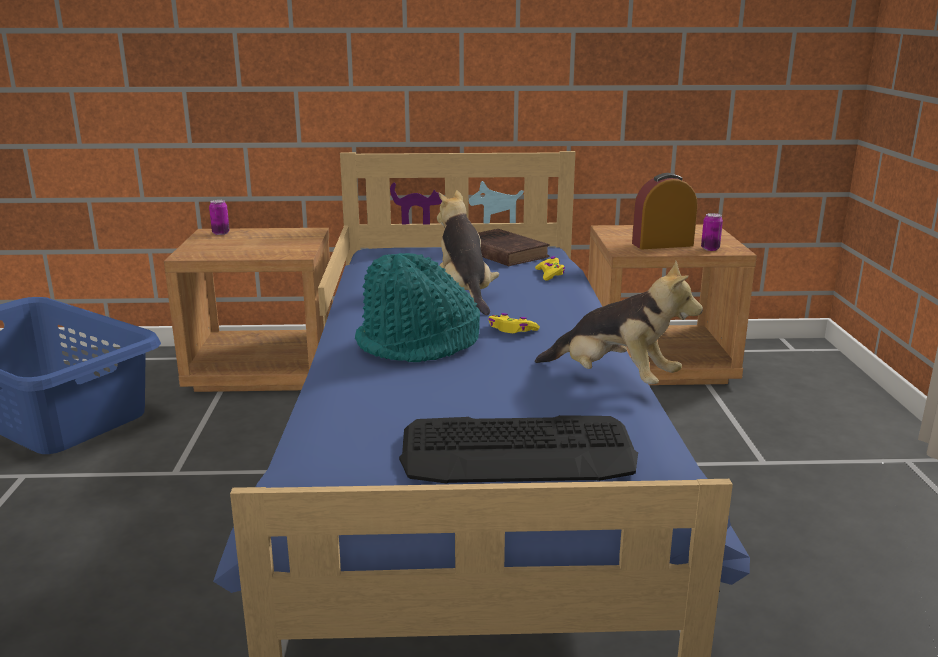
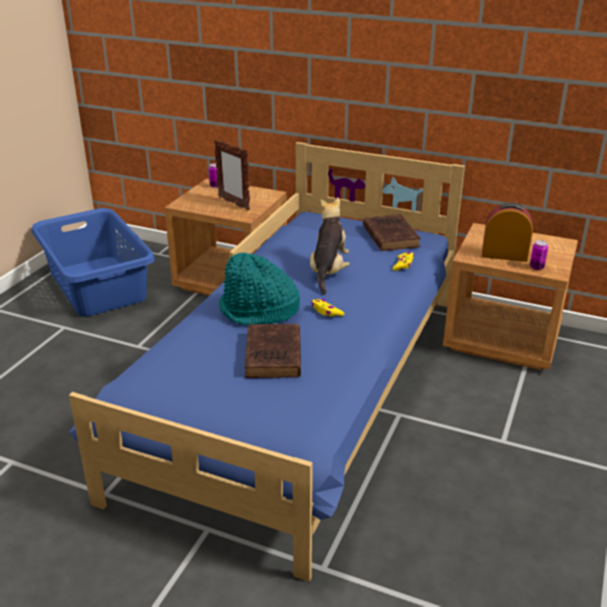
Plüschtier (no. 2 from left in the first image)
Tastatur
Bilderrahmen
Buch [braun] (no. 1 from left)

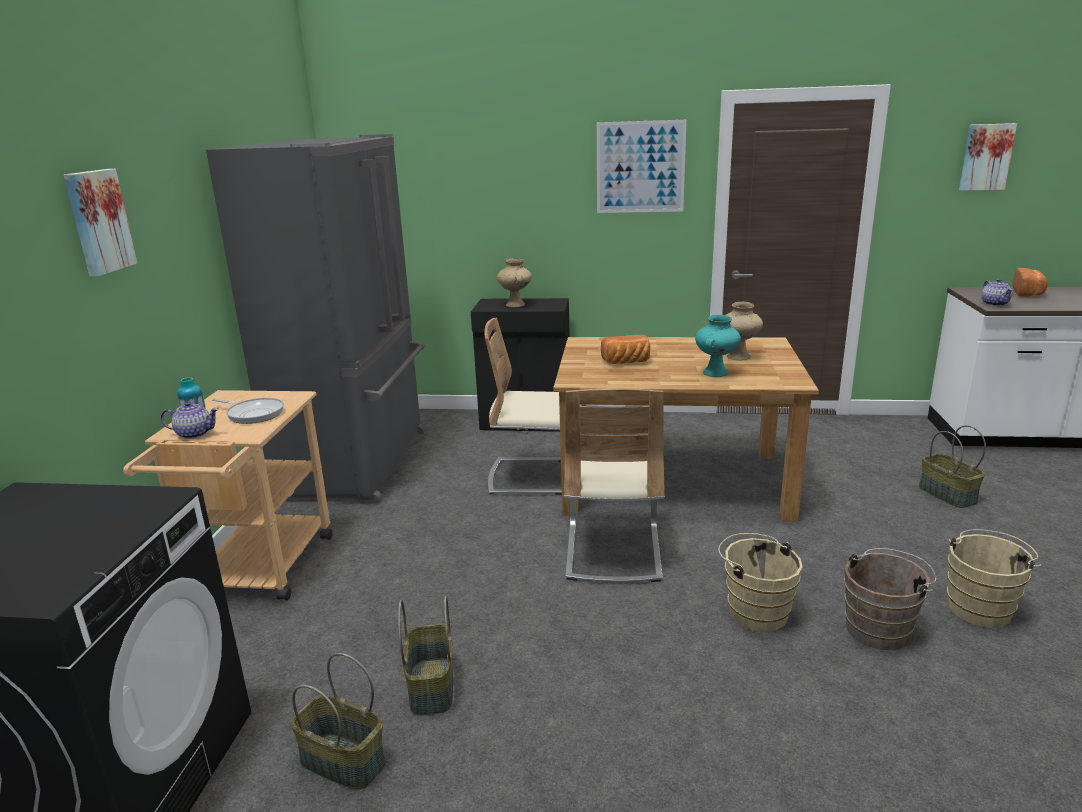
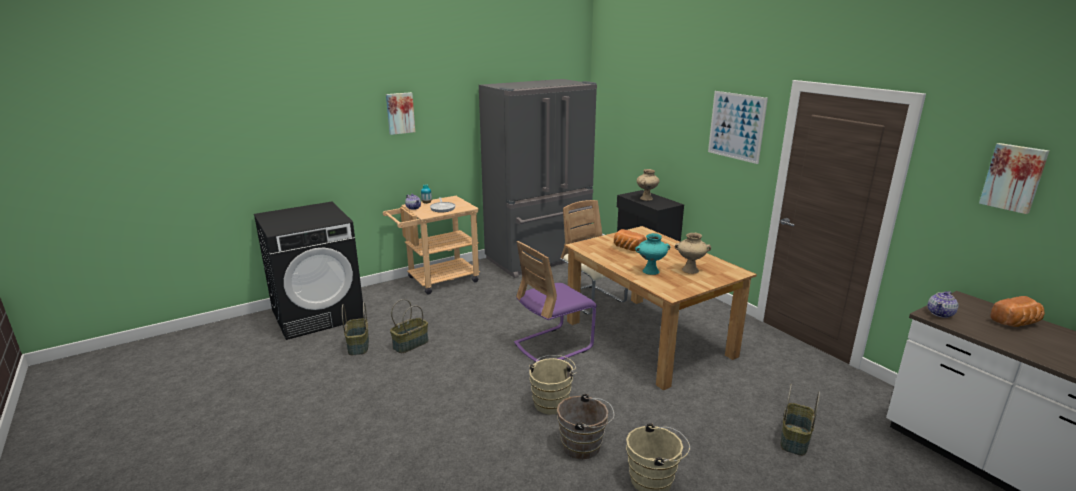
Stuhl [lila]

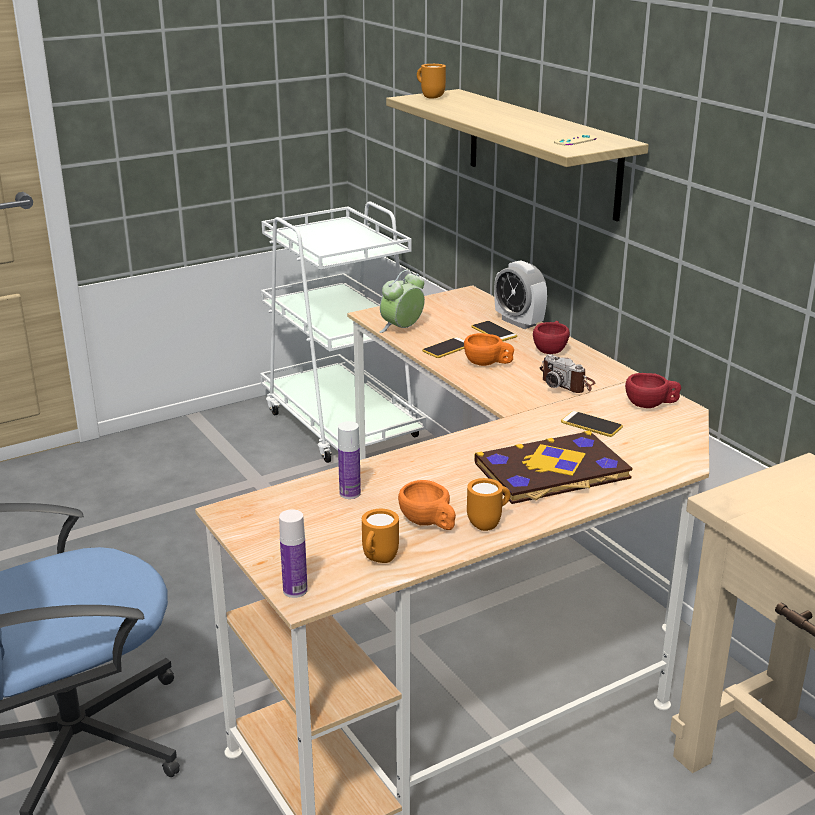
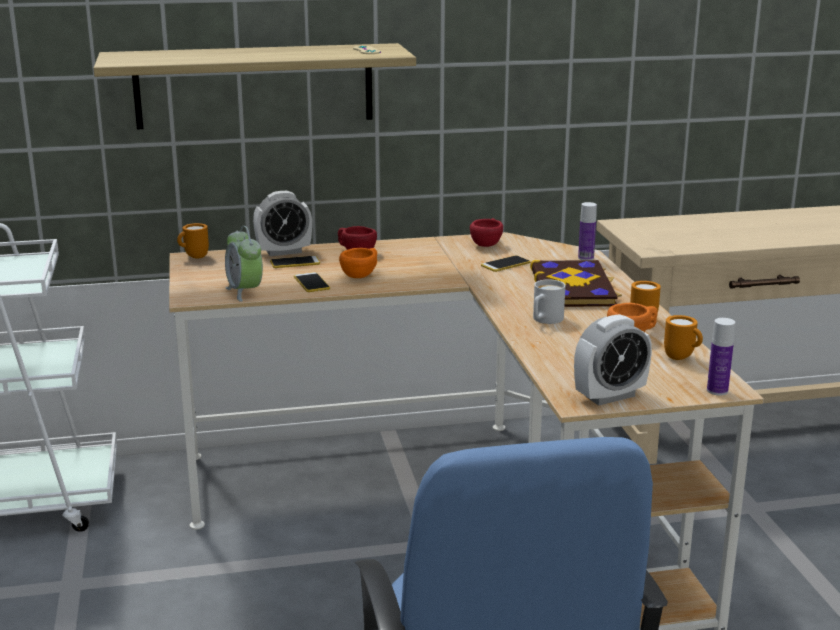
Henkelbecher [orange] (no. 1 from left)
Kamera
Flasche (no. 1 from left)
Henkelbecher [weiß]
Wecker (no. 3 from left)

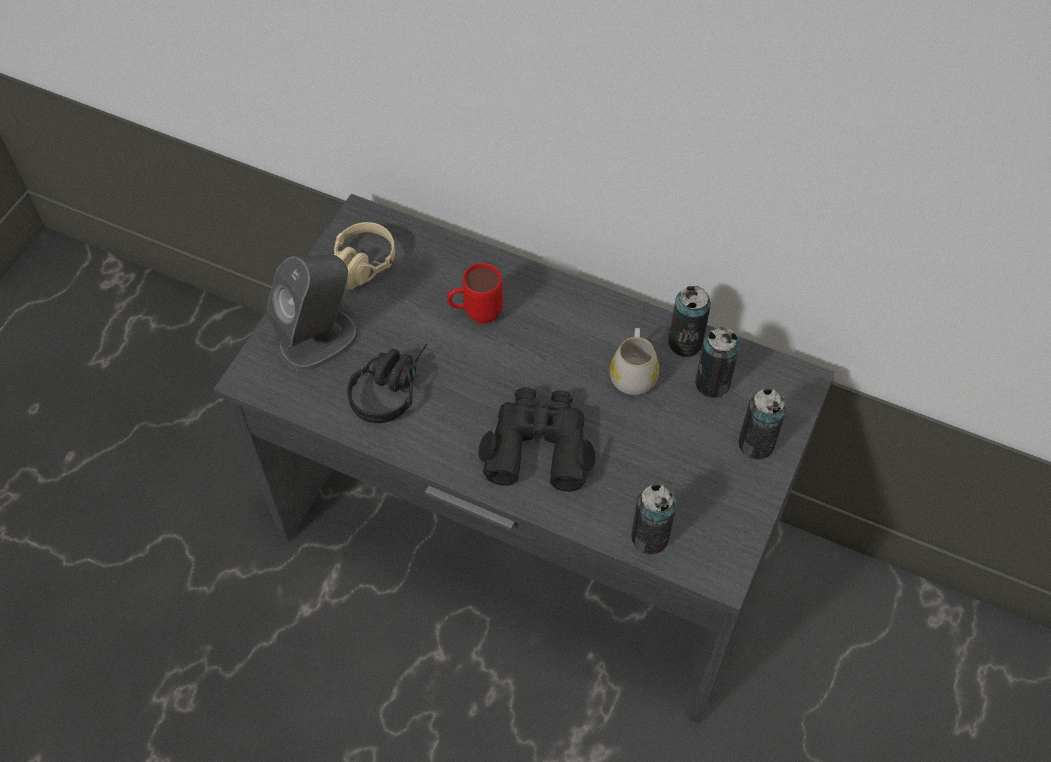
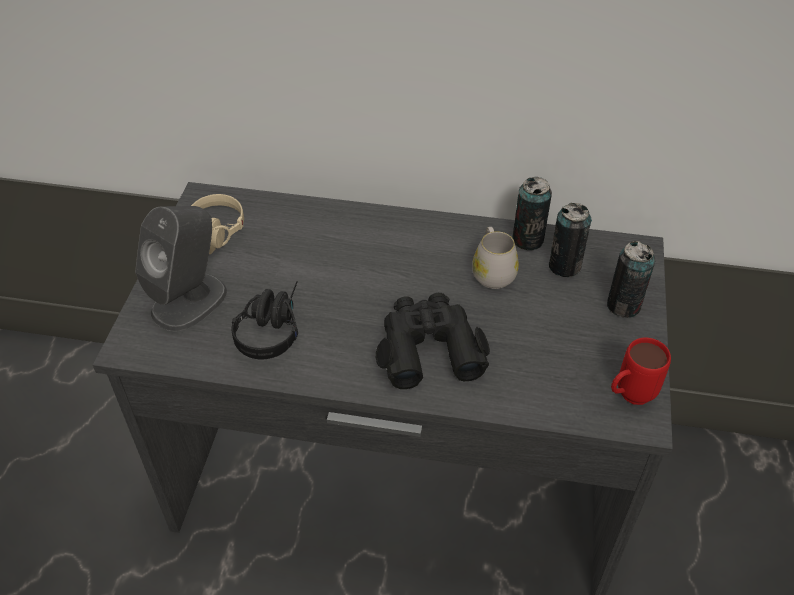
Henkelbecher [rot]
Dose (no. 1 from left in the first image)

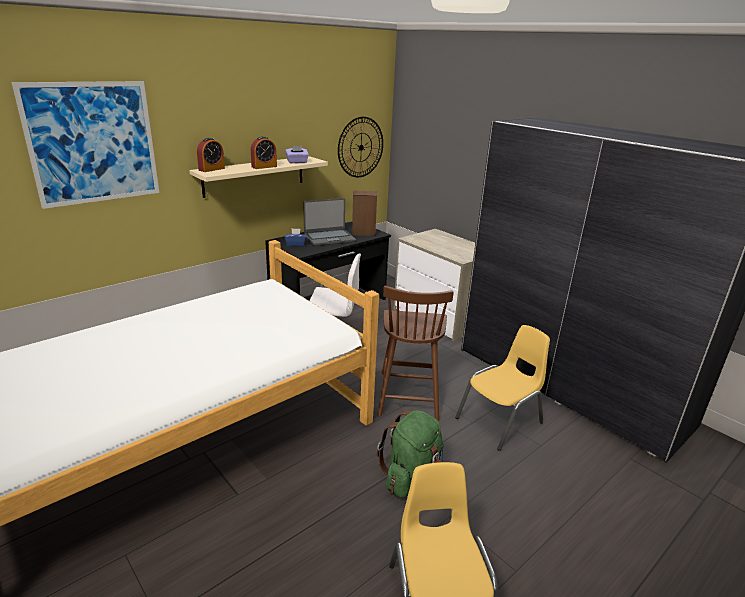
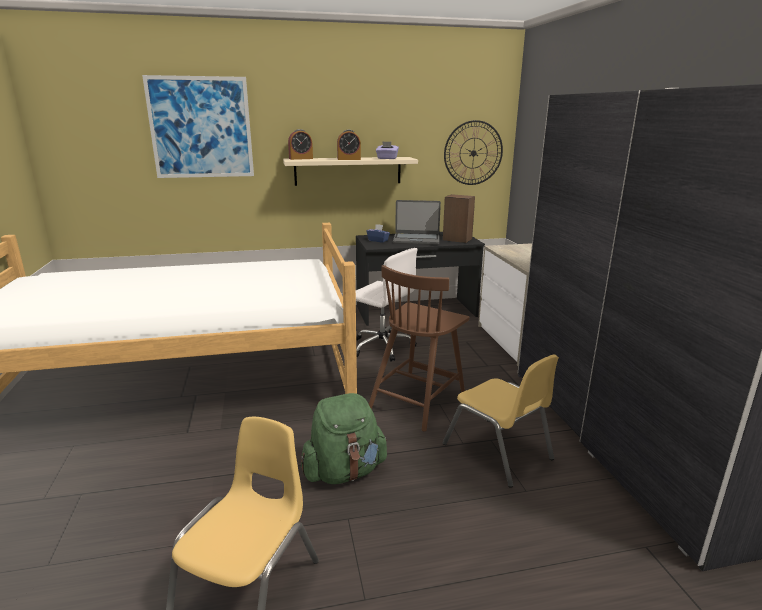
Stuhl [gelb] (no. 2 from left)

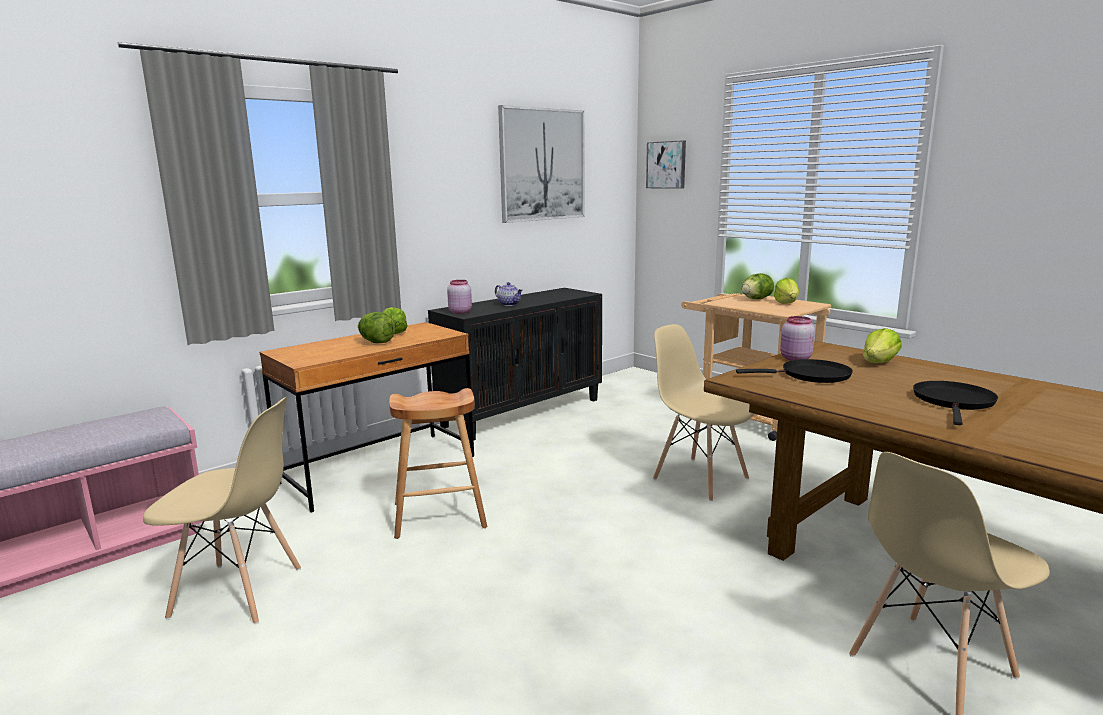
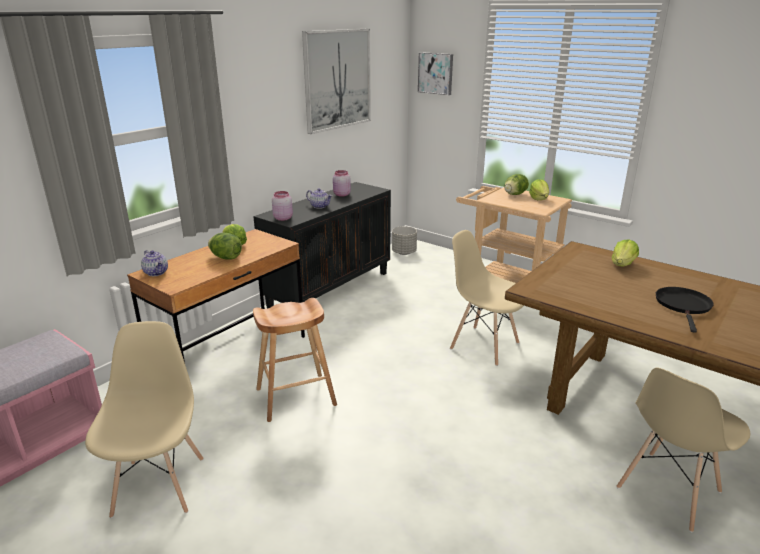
Vorratsglas [rosa] (no. 2 from left)
Pfanne [schwarz] (no. 1 from left in the first image)
Stuhl [beige] (no. 1 from left)
Pflanzkübel [grau]
Teekanne (no. 1 from left)

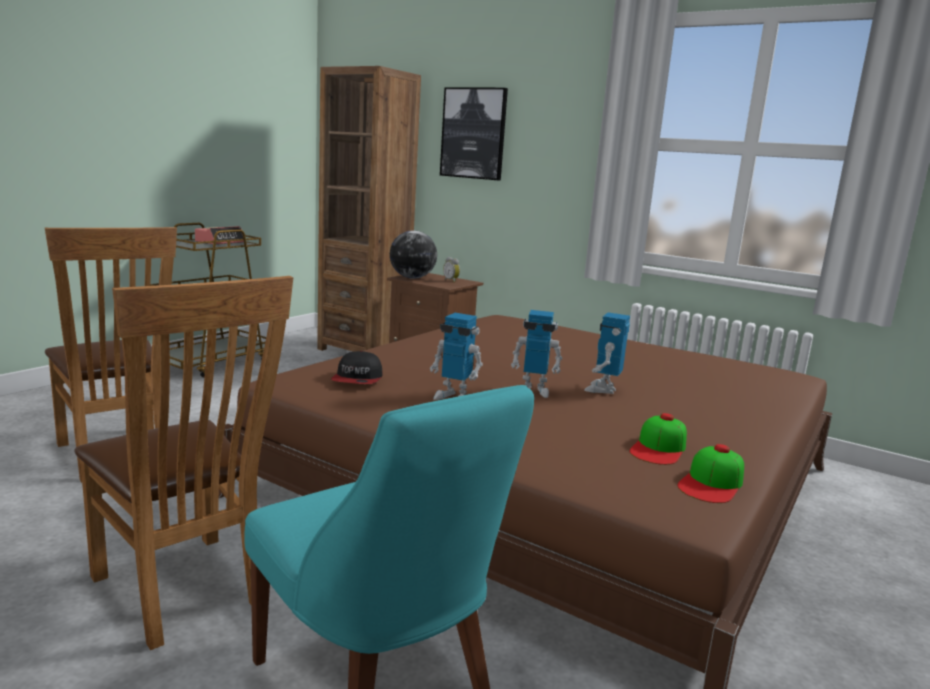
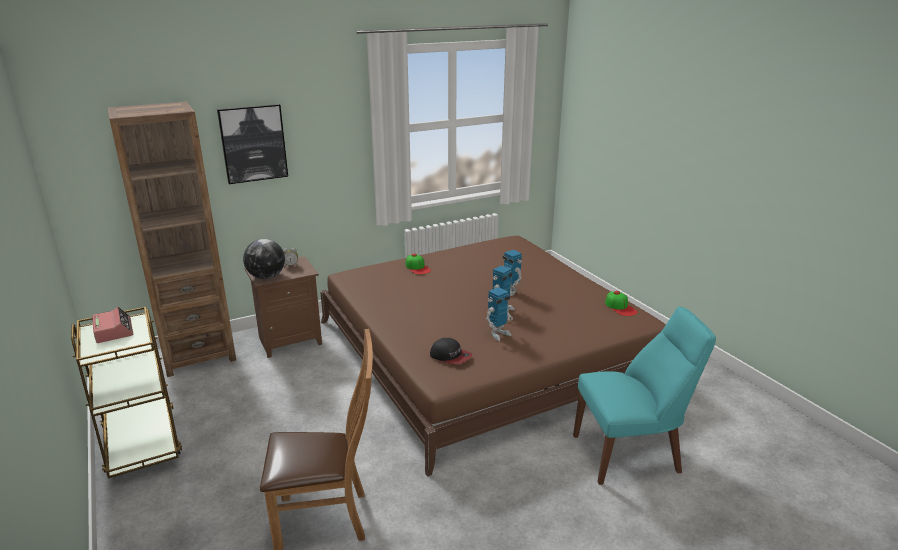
Stuhl [braun] (no. 2 from left in the first image)
Kappe (no. 1 from left)

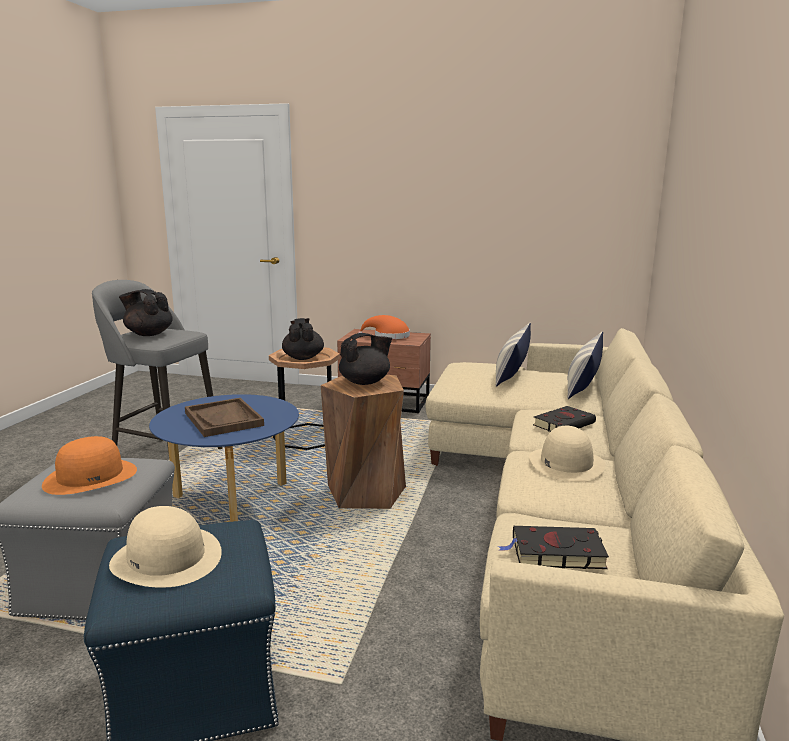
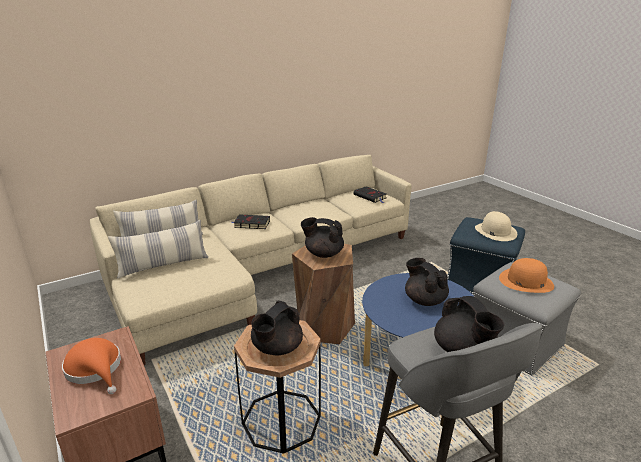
Teekanne [schwarz] (no. 3 from left)
Hut [beige] (no. 2 from left in the first image)

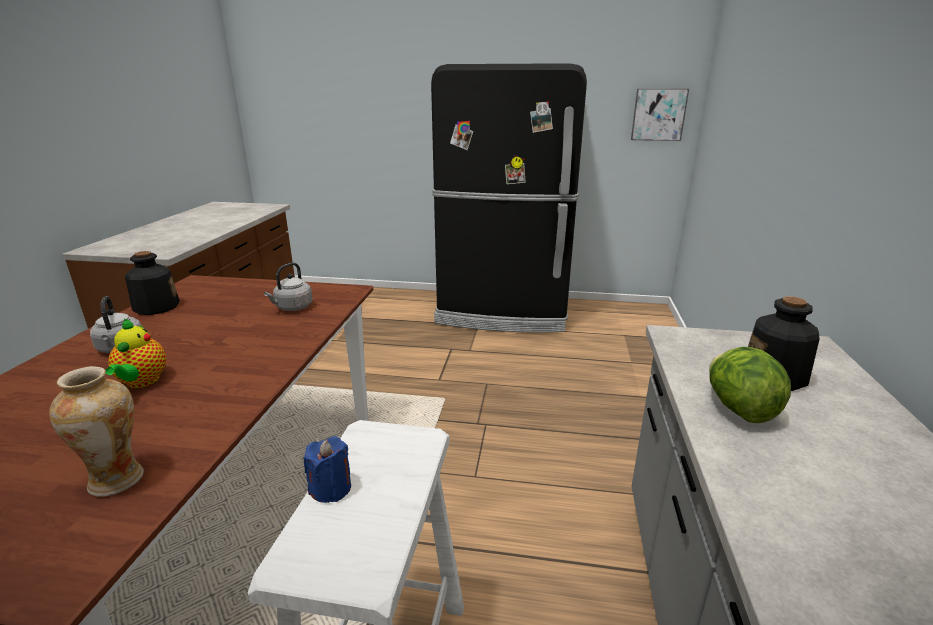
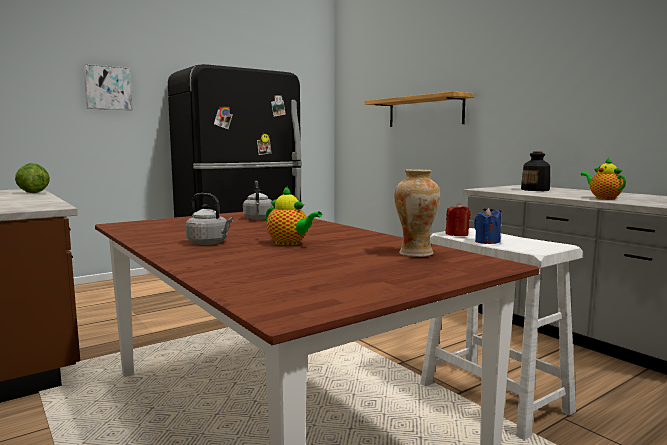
Bild
Flasche (no. 1 from left in the first image)
Salatkopf
Wandregal
Teekanne (no. 2 from left)
Kerze [rot]

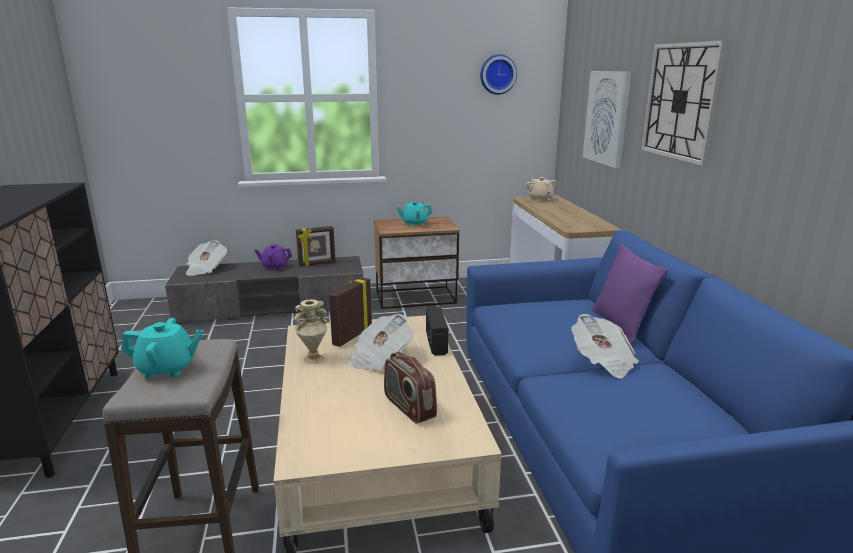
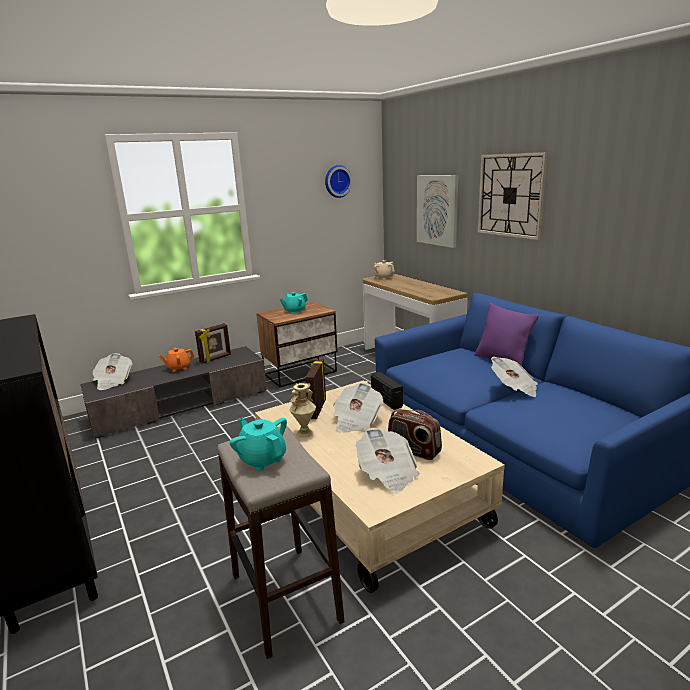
Teekanne [orange]
Teekanne [türkis] (no. 1 from left)
Zeitung (no. 3 from left)

